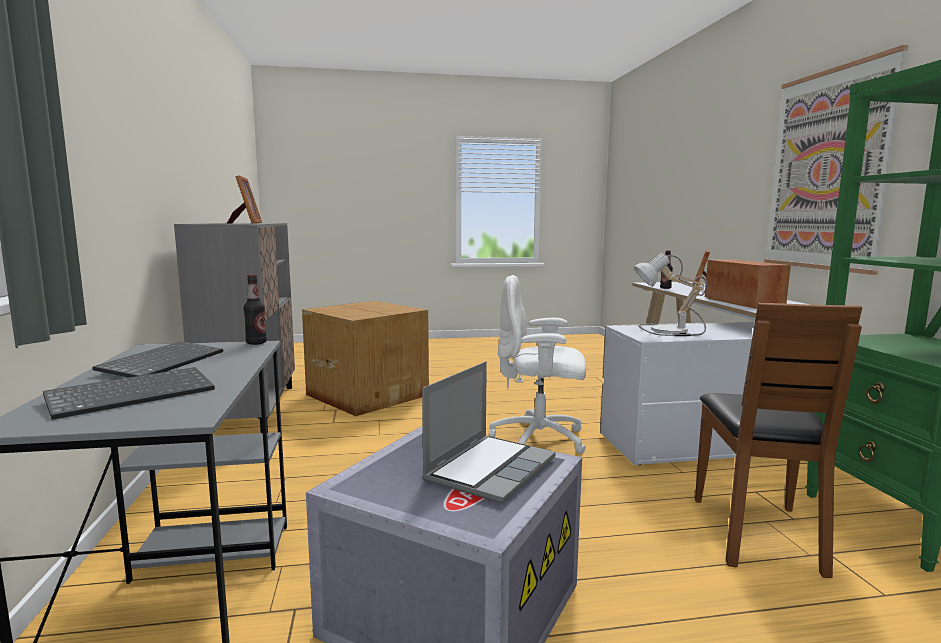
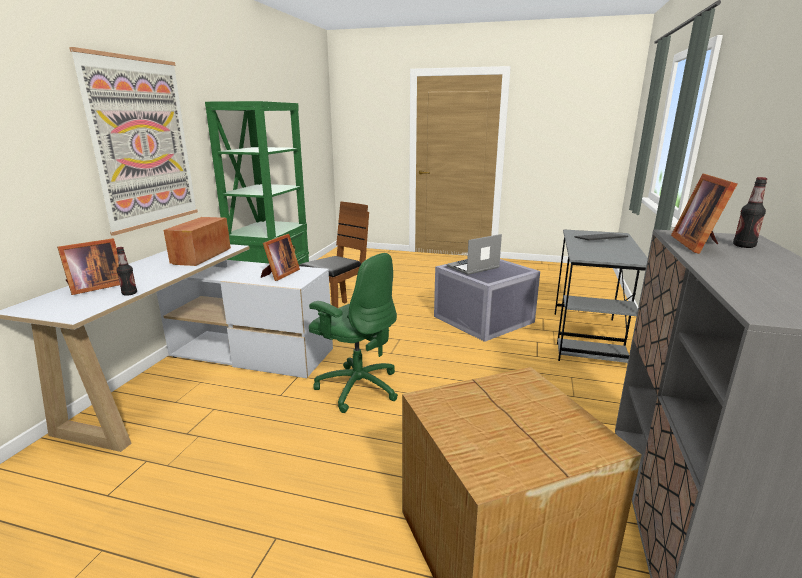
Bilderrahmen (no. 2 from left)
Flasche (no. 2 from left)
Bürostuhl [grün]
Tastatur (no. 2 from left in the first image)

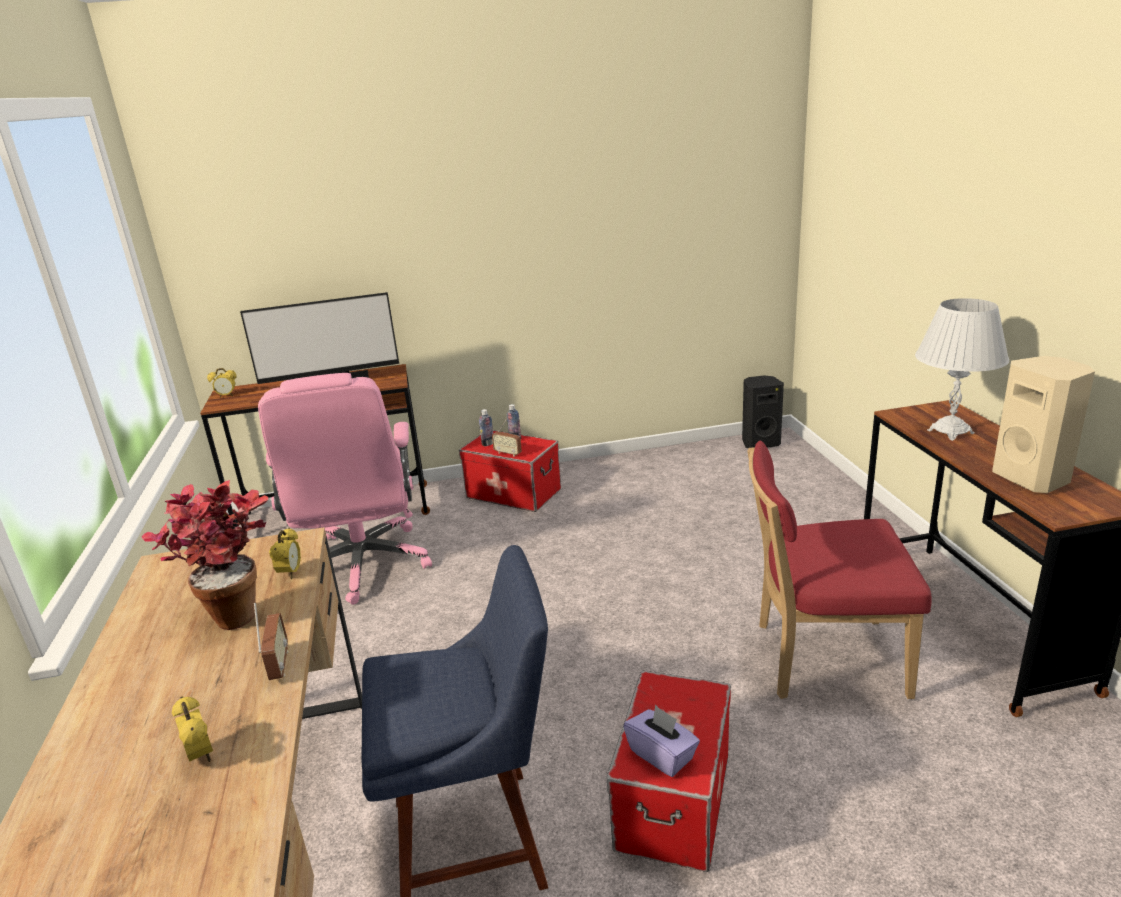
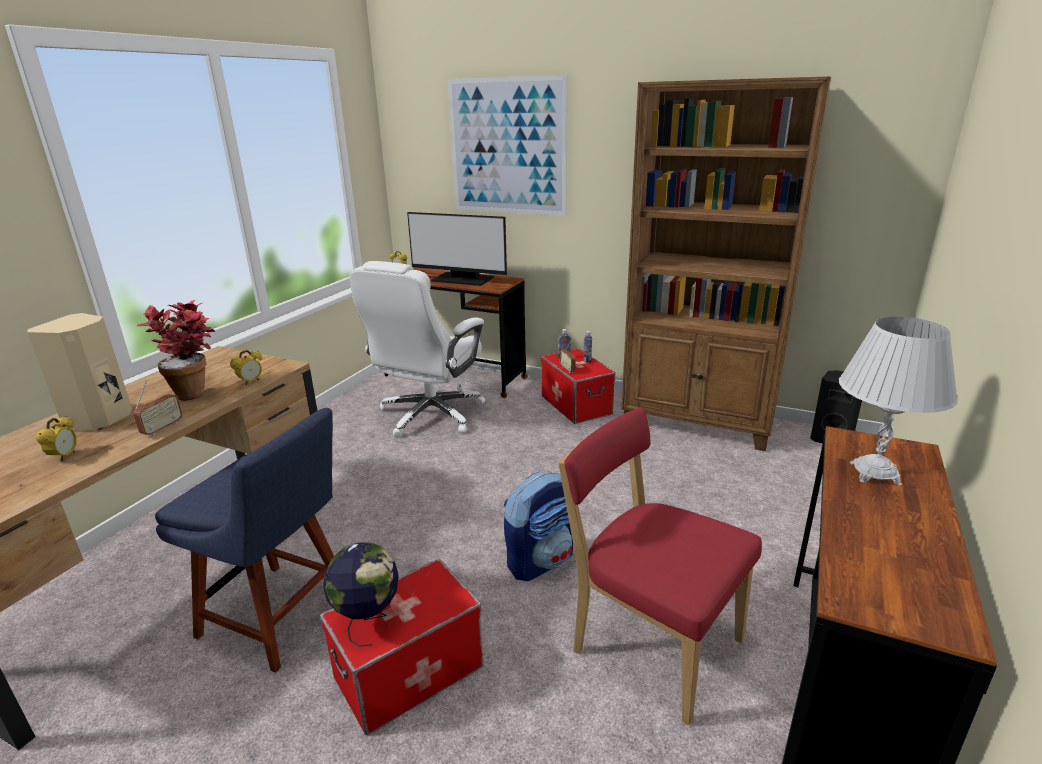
Lautsprecher [beige]
Bürostuhl [weiß]
Globus
Bild
Bücherregal [braun]
Rucksack

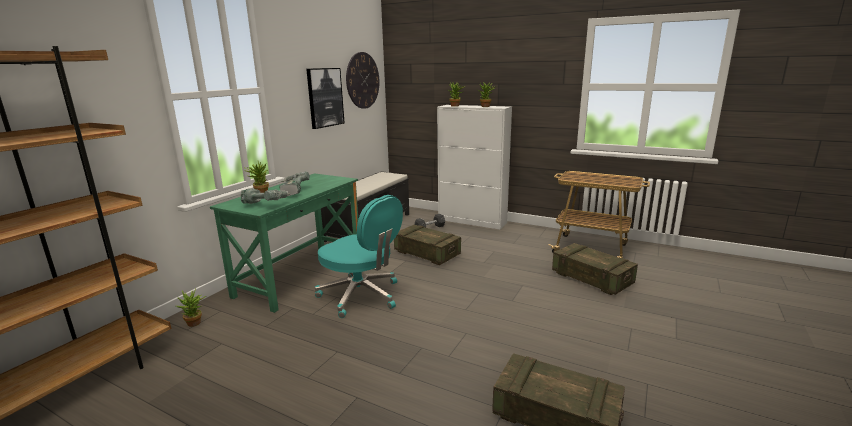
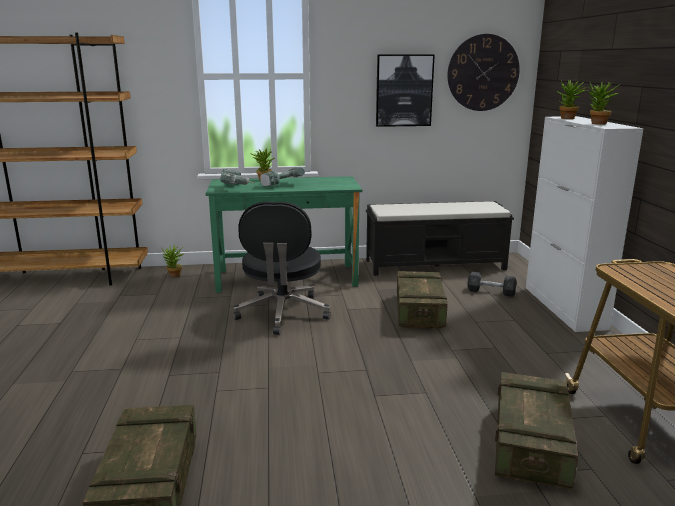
Bürostuhl [schwarz]

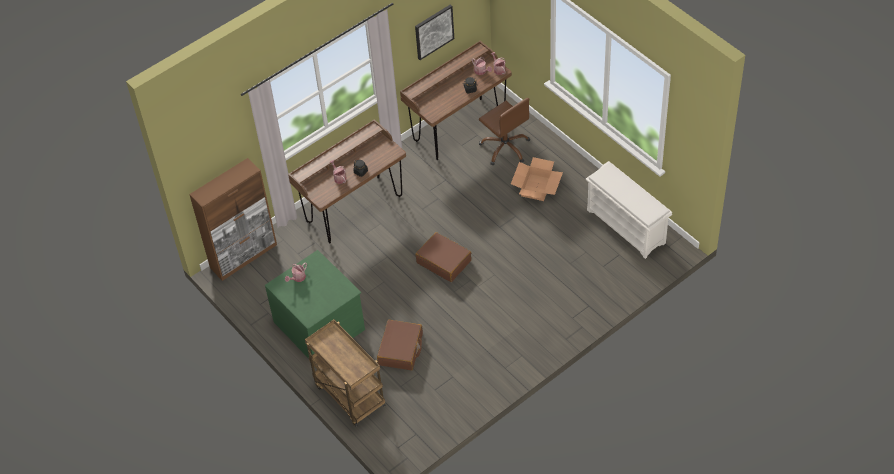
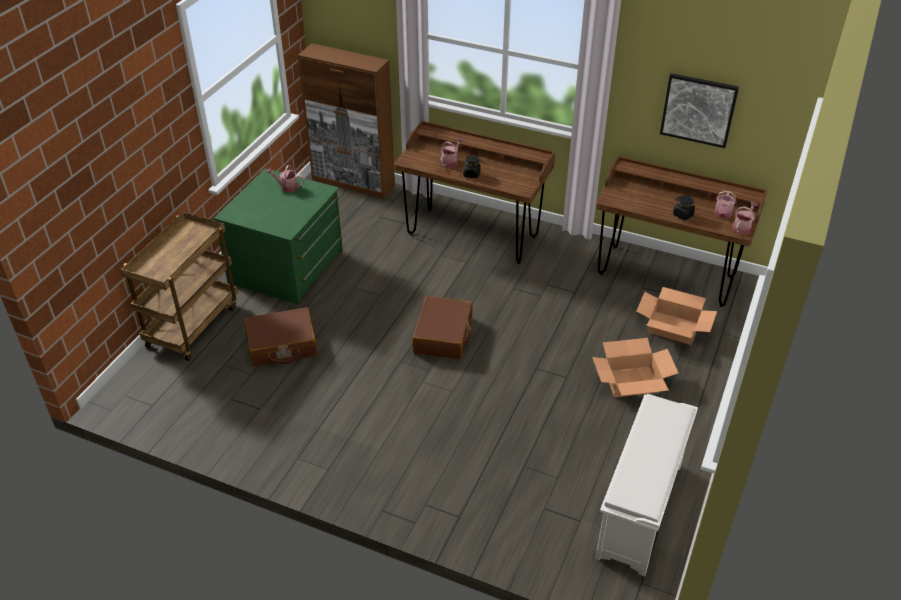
Karton (no. 2 from left)

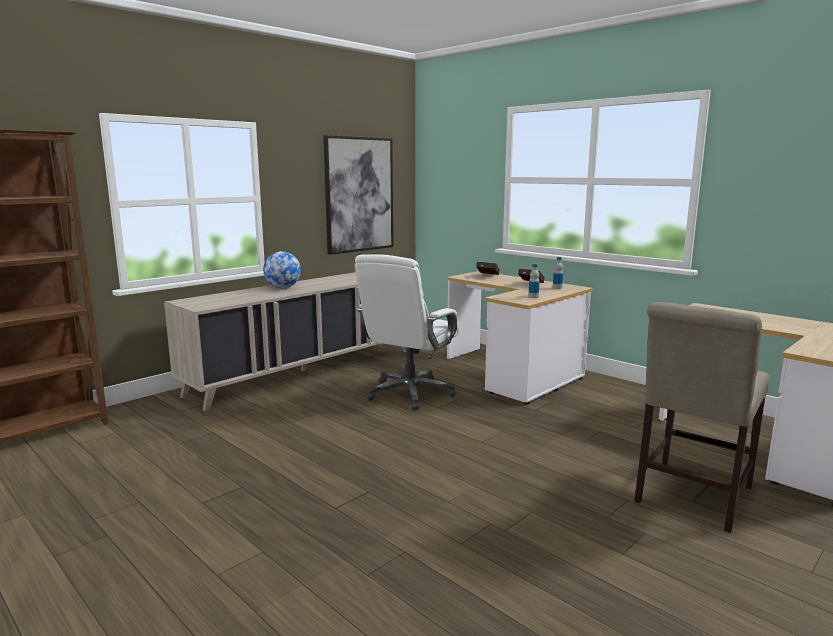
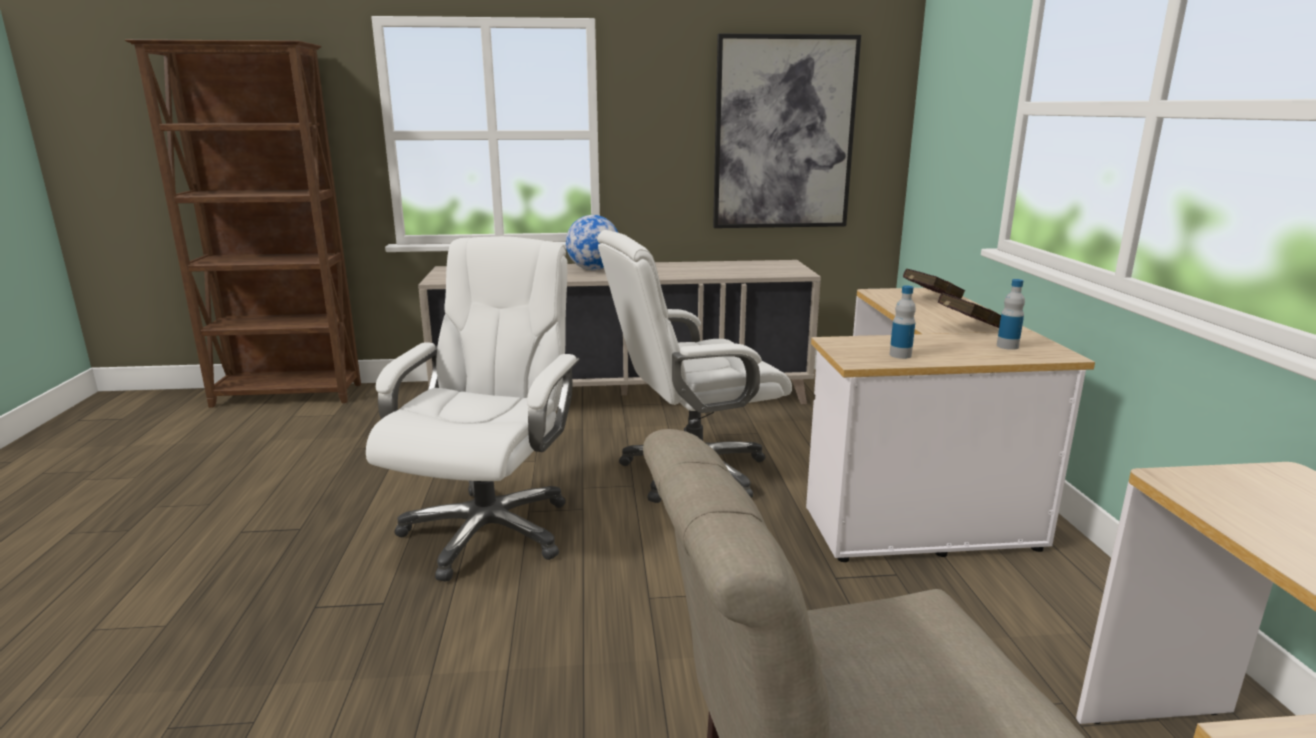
Bürostuhl [weiß] (no. 1 from left)

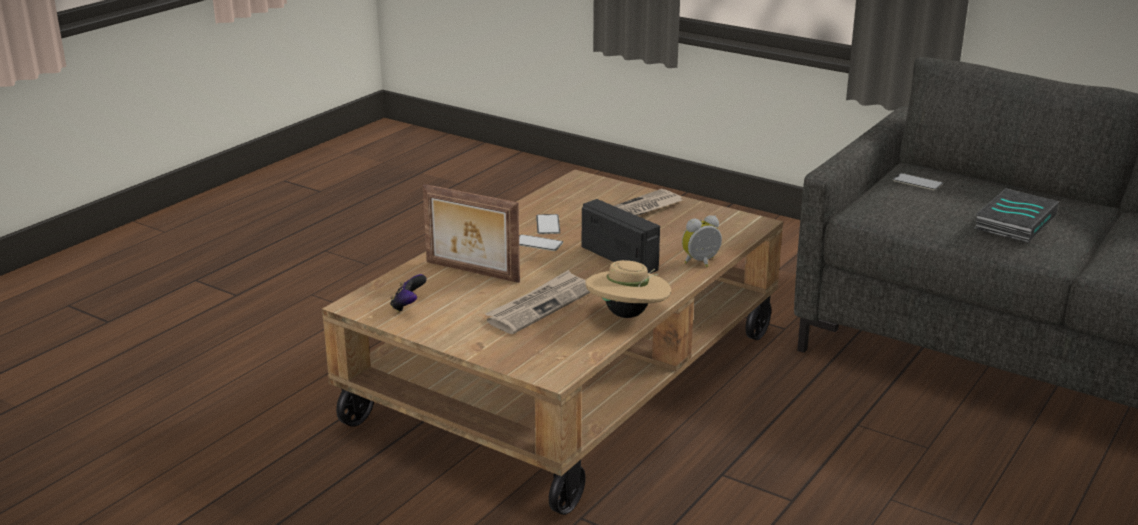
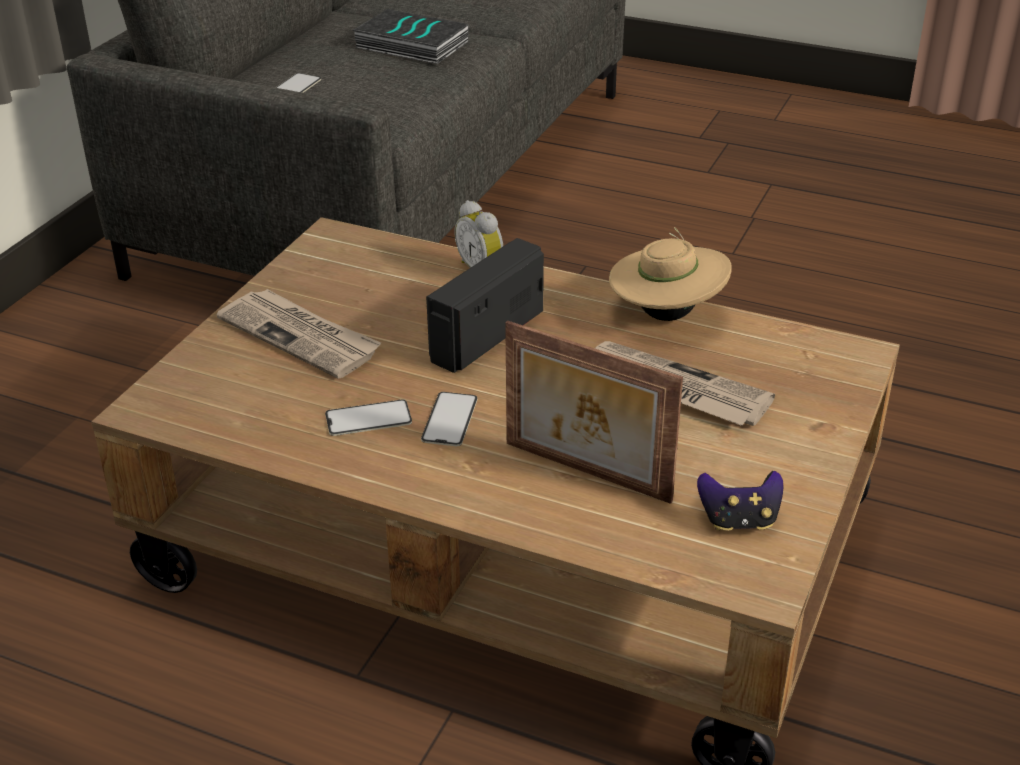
Bilderrahmen

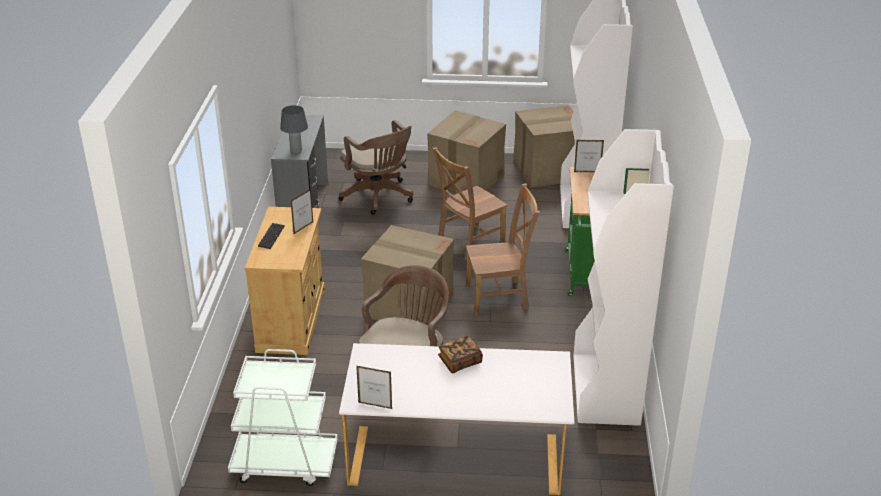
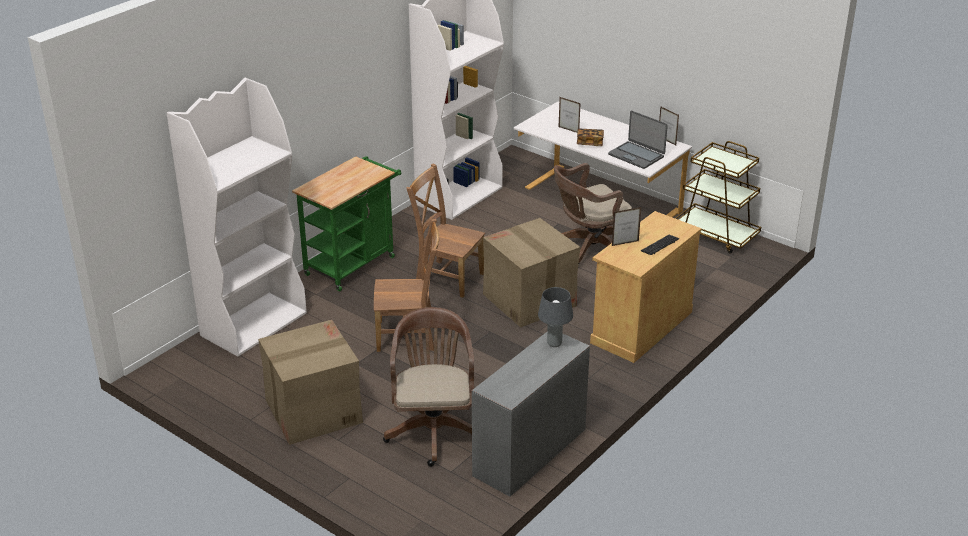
Karton (no. 3 from left in the first image)
Bilderrahmen (no. 1 from left)
Rollwagen [braun]
Laptop

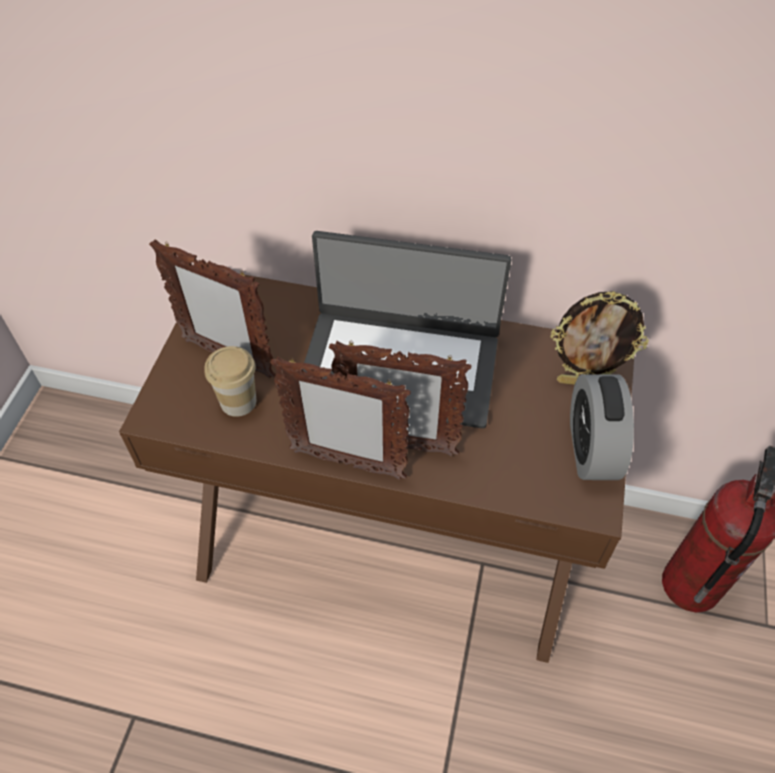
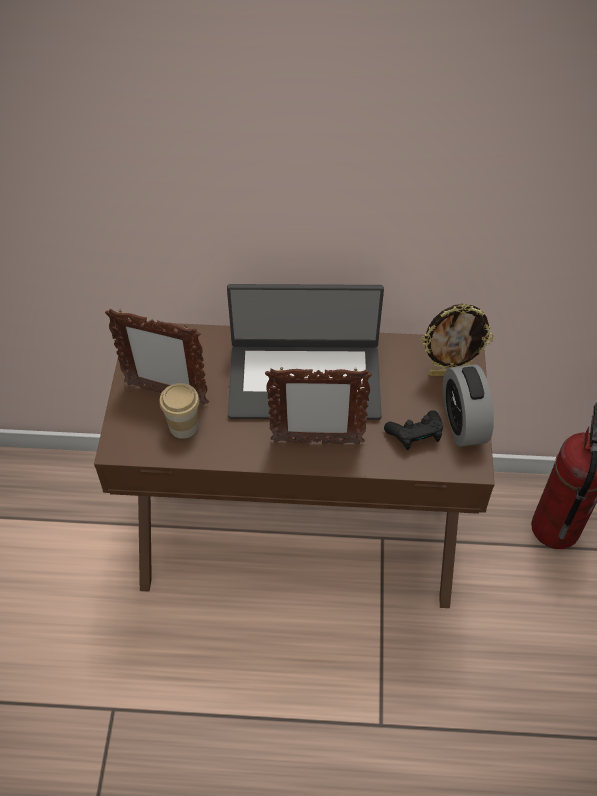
Bilderrahmen (no. 2 from left in the first image)
Gamepad [schwarz]

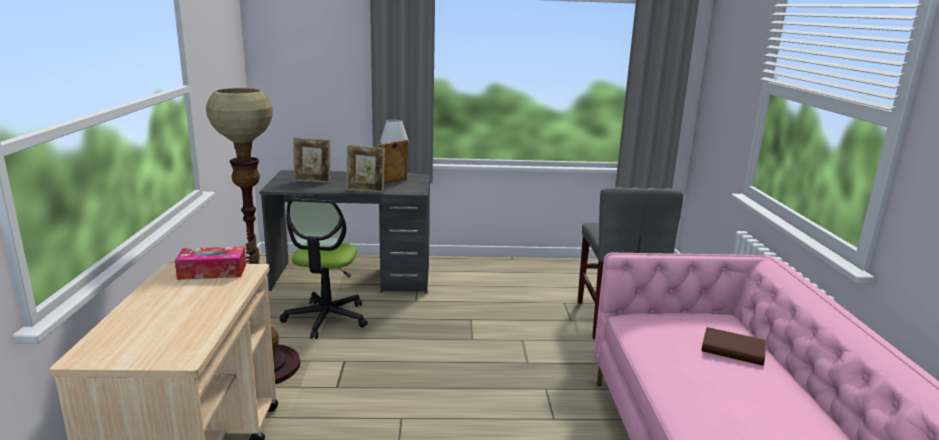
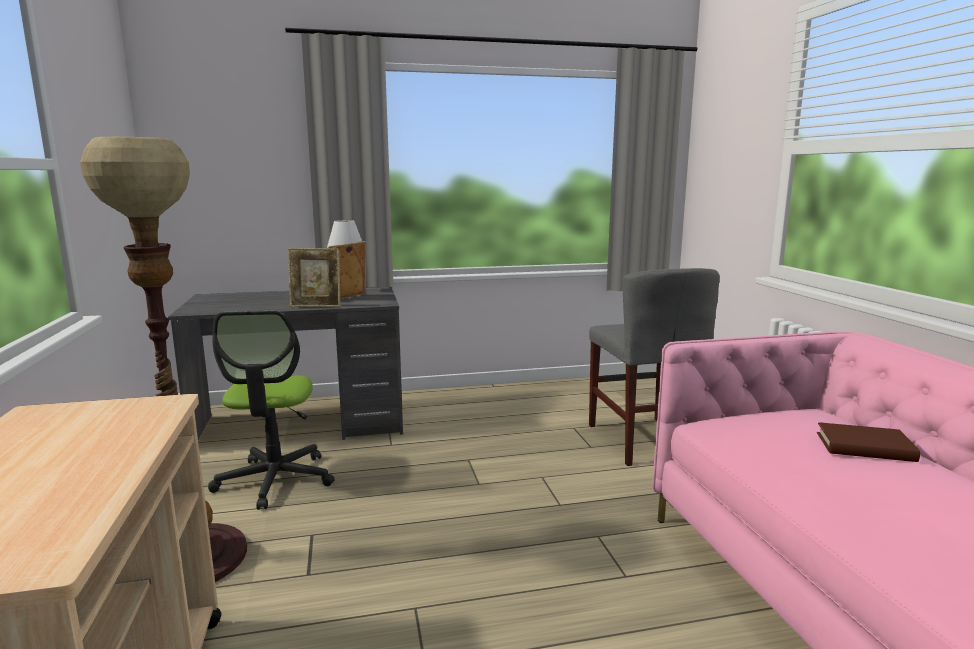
Bilderrahmen (no. 1 from left in the first image)
Taschentuchbox

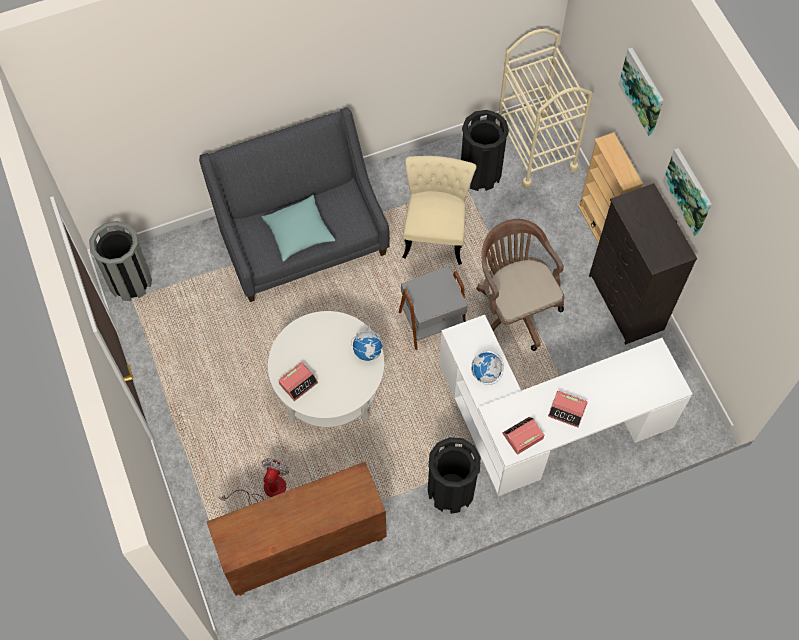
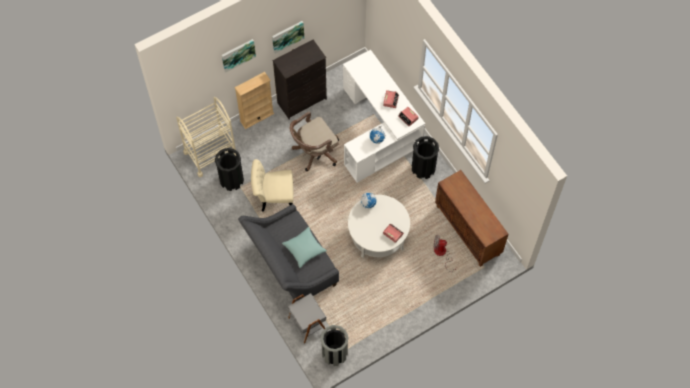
Beistelltisch [grau]

